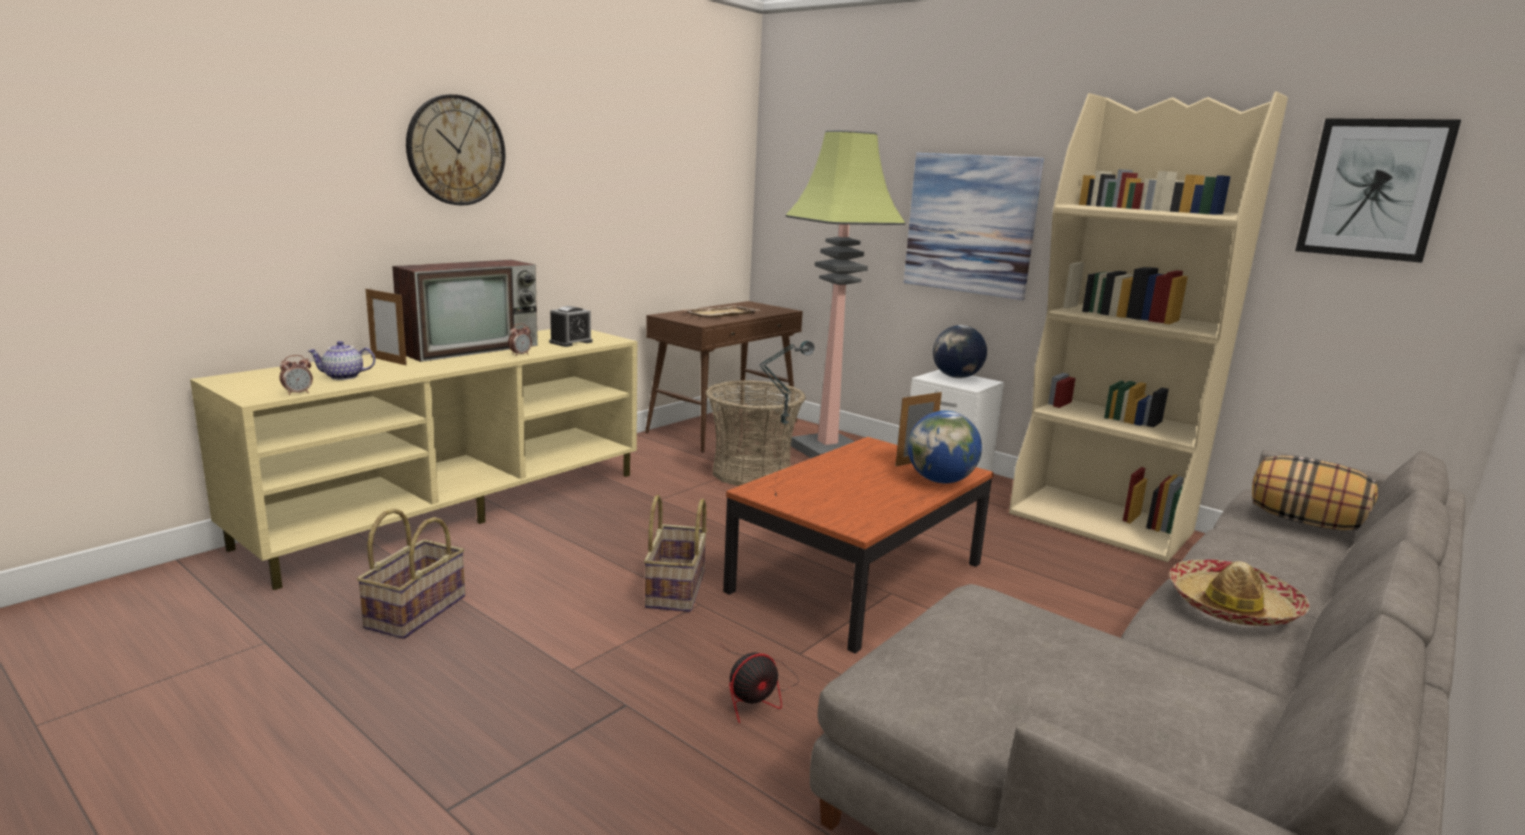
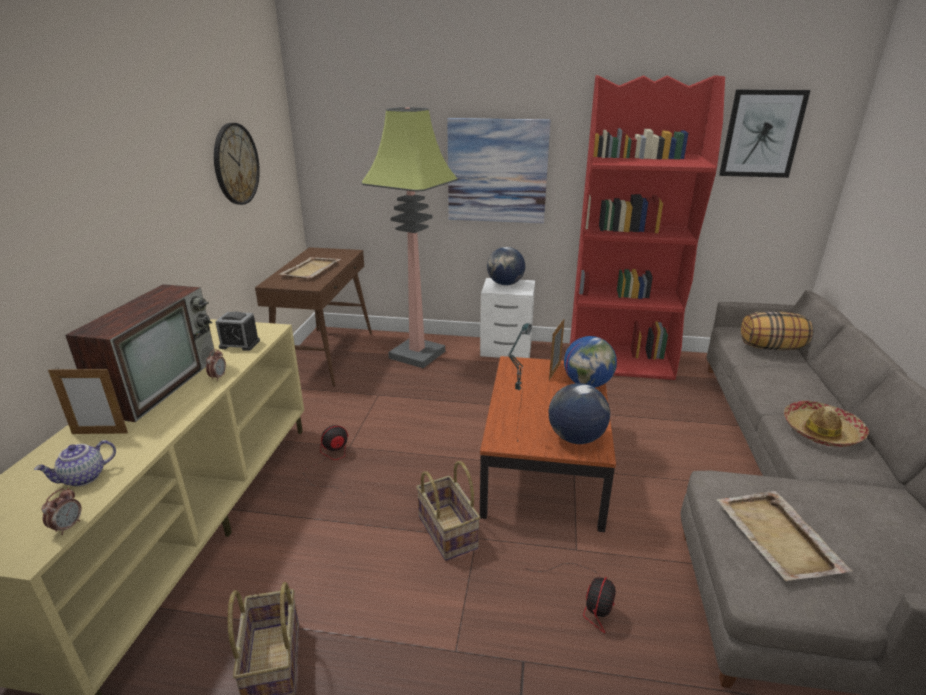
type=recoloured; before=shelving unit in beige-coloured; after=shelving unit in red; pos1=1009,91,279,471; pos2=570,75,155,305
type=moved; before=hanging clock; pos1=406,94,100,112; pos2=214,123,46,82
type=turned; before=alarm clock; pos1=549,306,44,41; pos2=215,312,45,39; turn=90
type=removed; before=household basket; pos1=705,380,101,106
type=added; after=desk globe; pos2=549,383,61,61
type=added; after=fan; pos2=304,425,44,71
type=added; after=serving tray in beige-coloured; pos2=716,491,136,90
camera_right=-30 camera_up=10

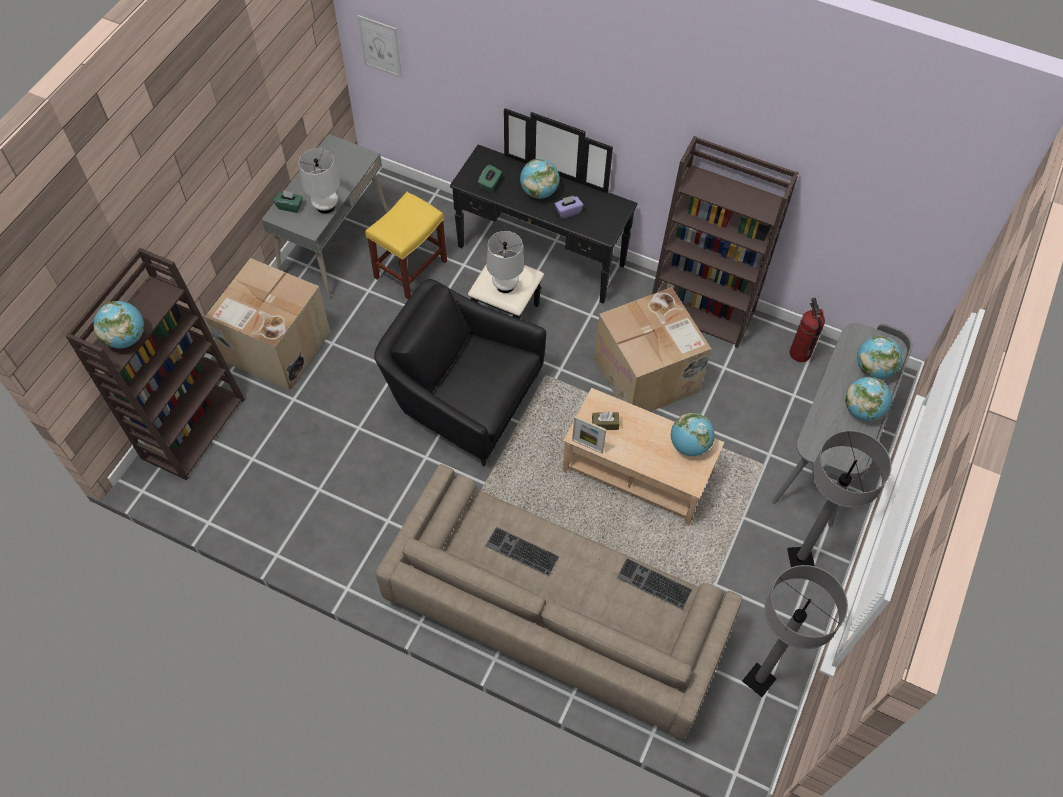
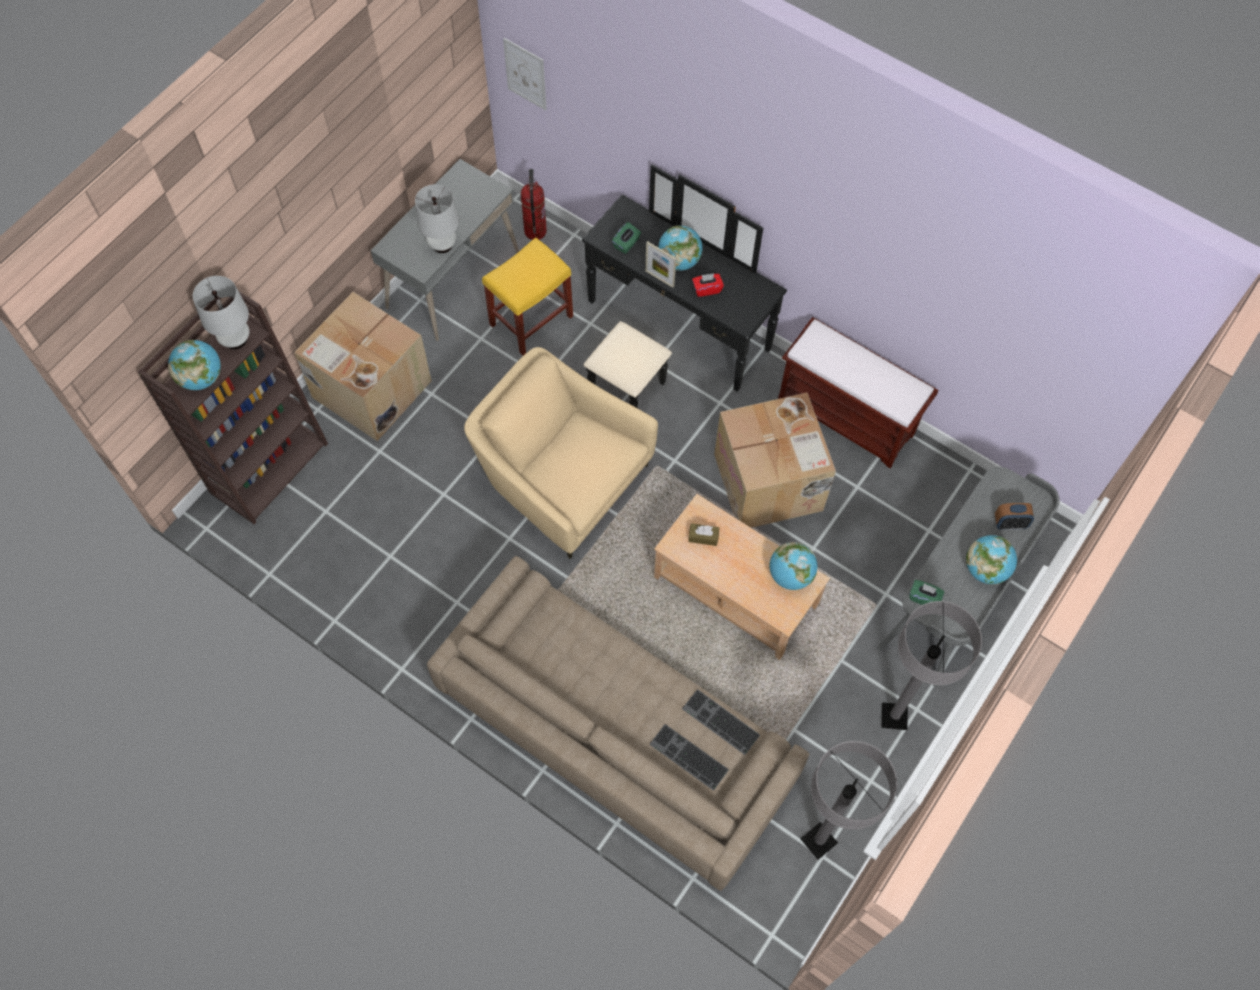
type=replaced; before=shelving unit in brown-coloured; after=bench in brown-coloured; pos1=652,136,147,212; pos2=778,317,160,151
type=moved; before=box of tissues in green-coloured; pos1=274,190,29,23; pos2=909,580,36,25
type=recoloured; before=box of tissues in purple-coloured; after=box of tissues in red; pos1=555,196,28,23; pos2=692,273,32,24
type=moved; before=lamp for a table in white; pos1=486,231,38,62; pos2=193,276,57,74
type=recoloured; before=easy chair in black-coloured; after=easy chair in beige-coloured; pos1=374,279,172,188; pos2=464,347,194,212
type=moved; before=extinguisher; pos1=790,298,35,64; pos2=521,169,26,71
type=replaced; before=desk globe; after=alarm clock; pos1=857,336,45,43; pos2=995,503,39,27
type=moved; before=photo frame; pos1=572,416,34,37; pos2=645,241,31,47
type=moved; before=computer keyboard; pos1=485,527,74,49; pos2=649,724,80,67
camera_right=10 camera_up=5

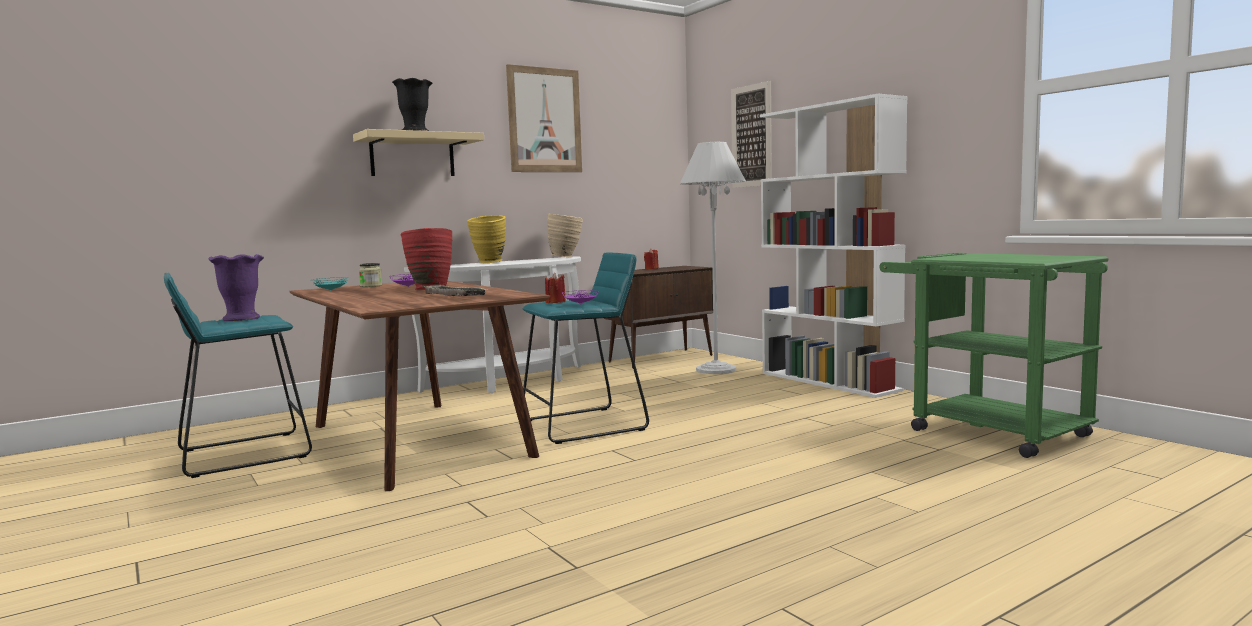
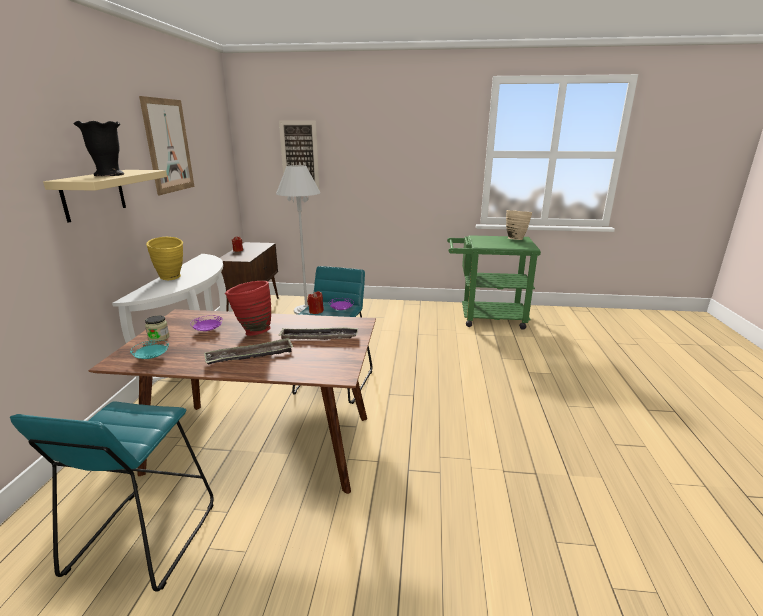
type=removed; before=shelving unit in white; pos1=760,94,147,304
type=moved; before=decorative vase in beige-coloured; pos1=547,214,36,44; pos2=506,210,26,30
type=removed; before=decorative vase in purple-coloured; pos1=209,254,55,67
type=added; after=serving tray; pos2=204,338,89,27
camera_right=-50 camera_up=15

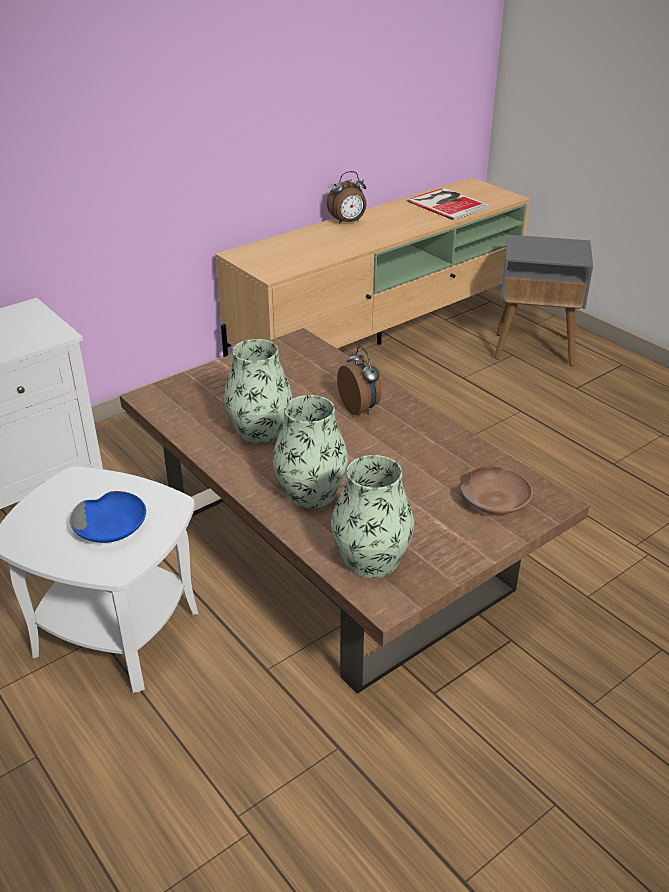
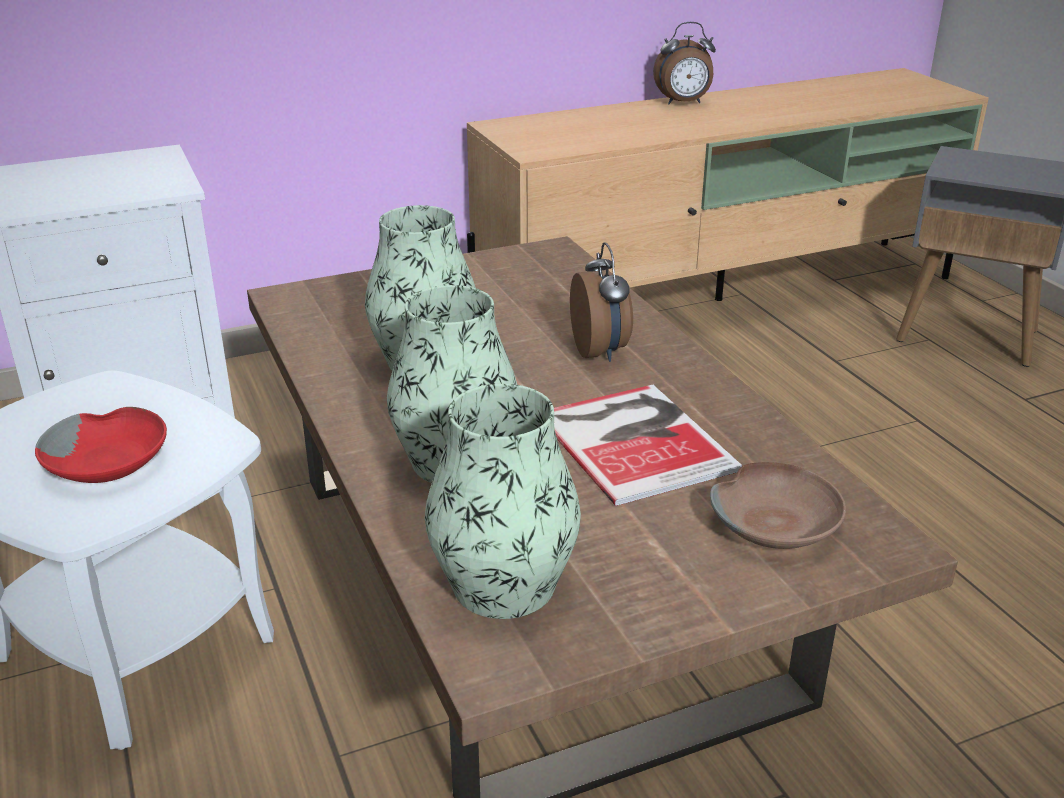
type=moved; before=bound book; pos1=407,188,83,32; pos2=554,385,188,121
type=recoloured; before=deep dish in bluish; after=deep dish in red; pos1=70,491,76,52; pos2=35,407,132,76
camera_right=15 camera_up=-5

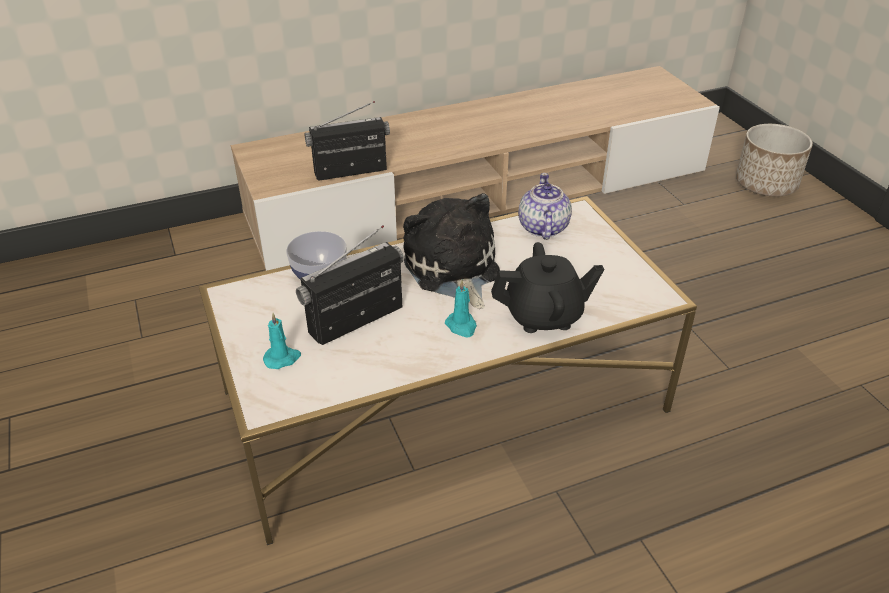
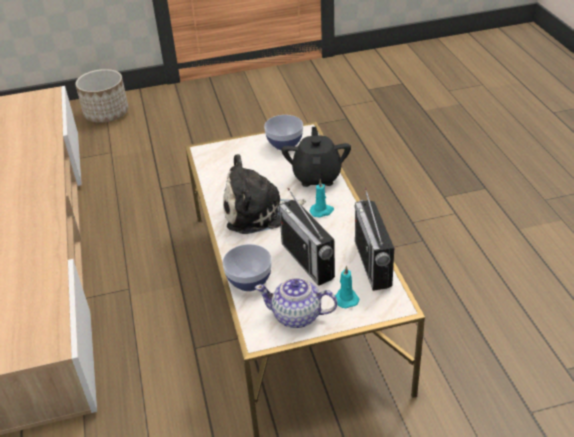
type=moved; before=radio; pos1=304,101,86,80; pos2=355,187,39,104
type=moved; before=tea pot; pos1=518,173,54,67; pos2=255,277,82,51
type=added; after=deep dish; pos2=264,115,39,35
camera_right=-80 camera_up=0

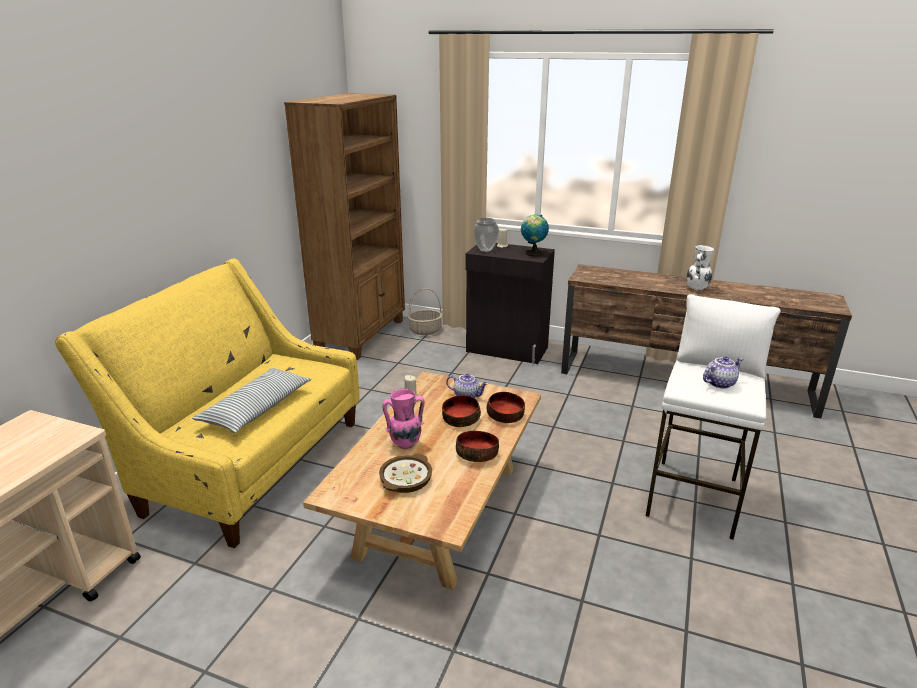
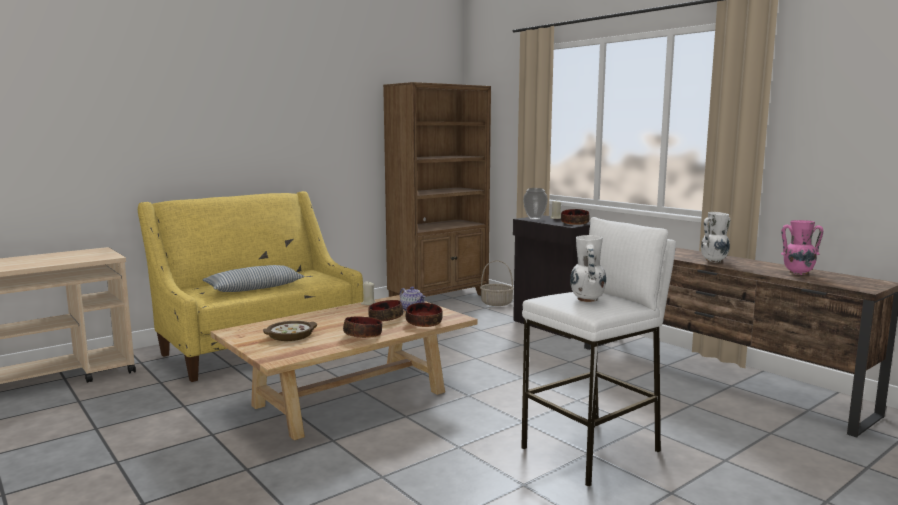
type=replaced; before=desk globe; after=deep dish; pos1=521,214,28,42; pos2=561,209,29,16
type=replaced; before=tea pot; after=decorative vase in white; pos1=703,356,40,33; pos2=570,235,36,67
type=moved; before=decorative vase in pink; pos1=382,389,43,60; pos2=781,220,42,55
camera_right=30 camera_up=-15

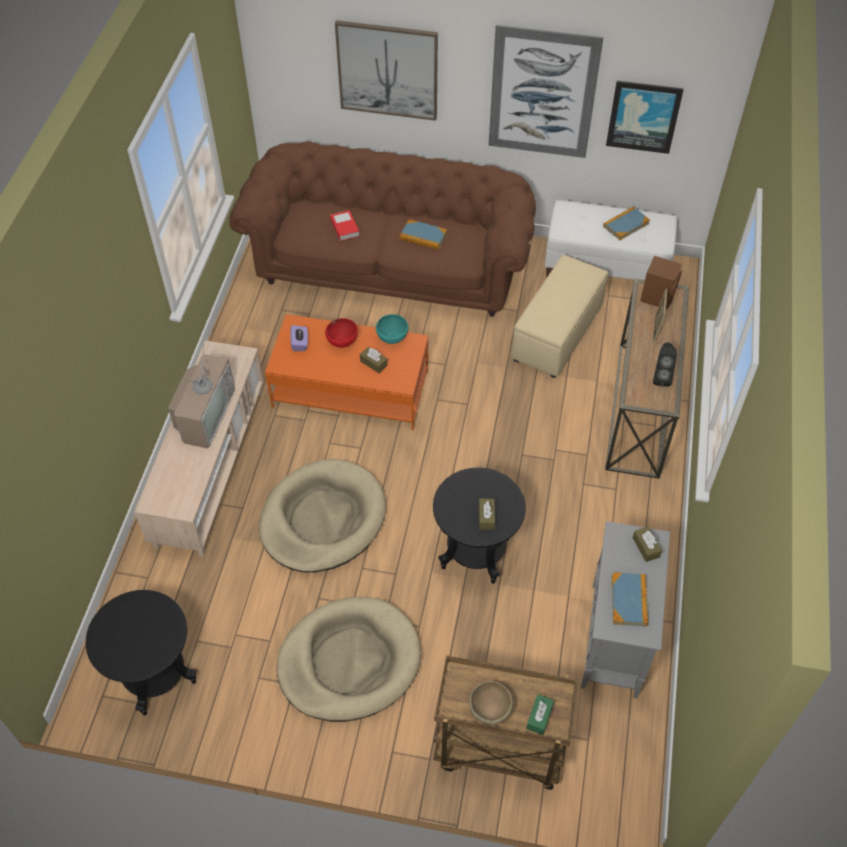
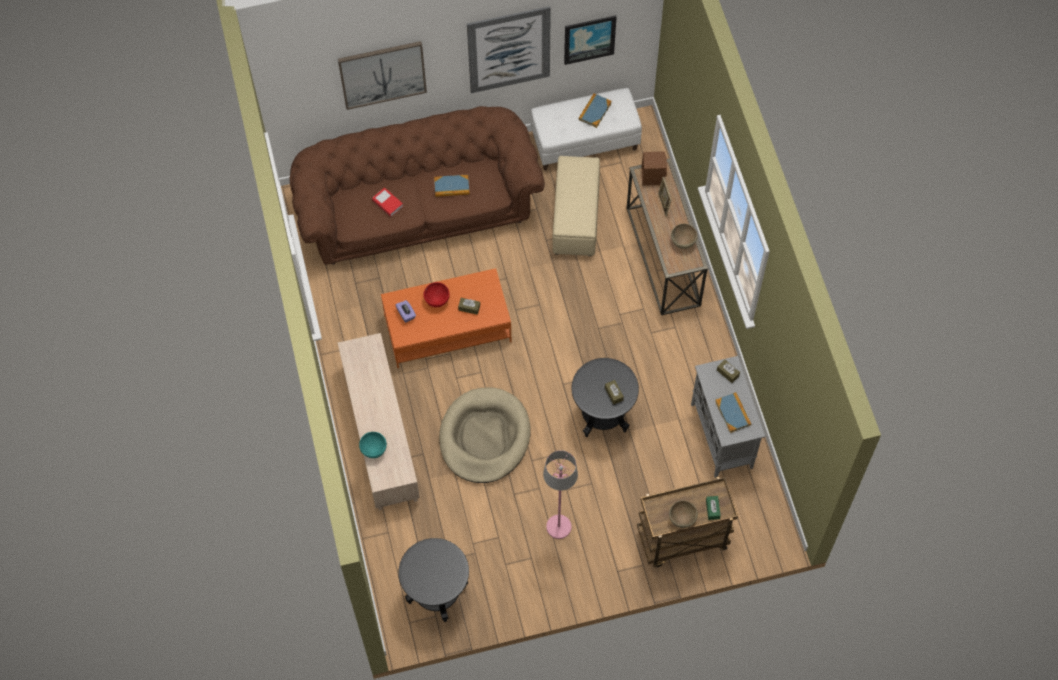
type=moved; before=deep dish in turquoise; pos1=376,314,33,30; pos2=359,432,28,26
type=replaced; before=loudspeaker in black-coloured; after=deep dish in brown-coloured; pos1=653,342,24,45; pos2=671,224,27,25
type=removed; before=television; pos1=168,345,67,104
type=replaced; before=dog cushion in beige-coloured; after=standard lamp in pink; pos1=277,597,144,125; pos2=543,450,35,89
camera_right=-25 camera_up=10

